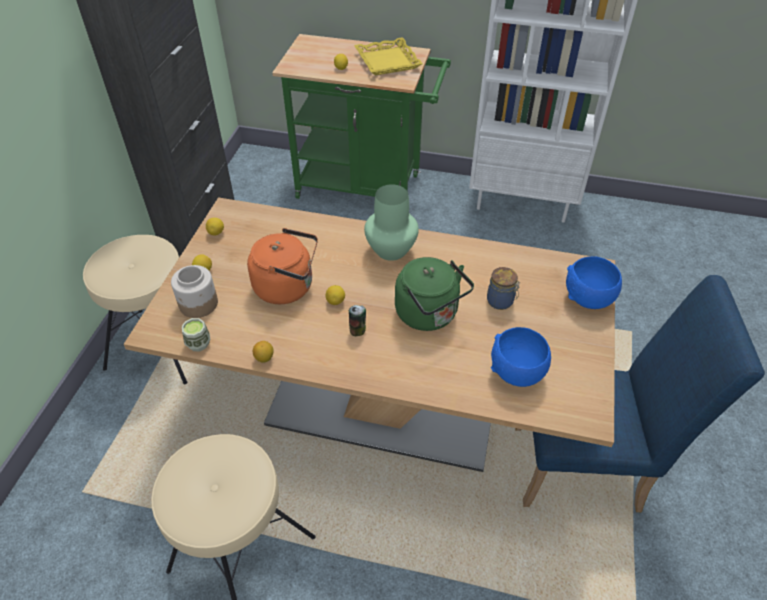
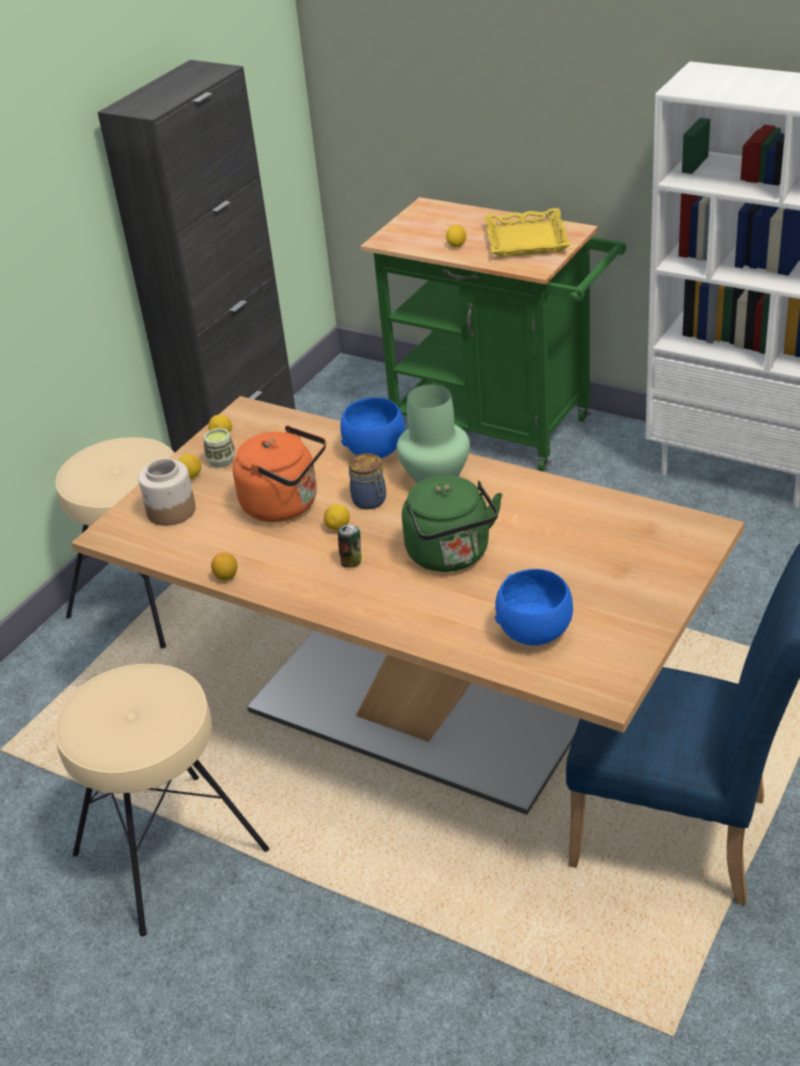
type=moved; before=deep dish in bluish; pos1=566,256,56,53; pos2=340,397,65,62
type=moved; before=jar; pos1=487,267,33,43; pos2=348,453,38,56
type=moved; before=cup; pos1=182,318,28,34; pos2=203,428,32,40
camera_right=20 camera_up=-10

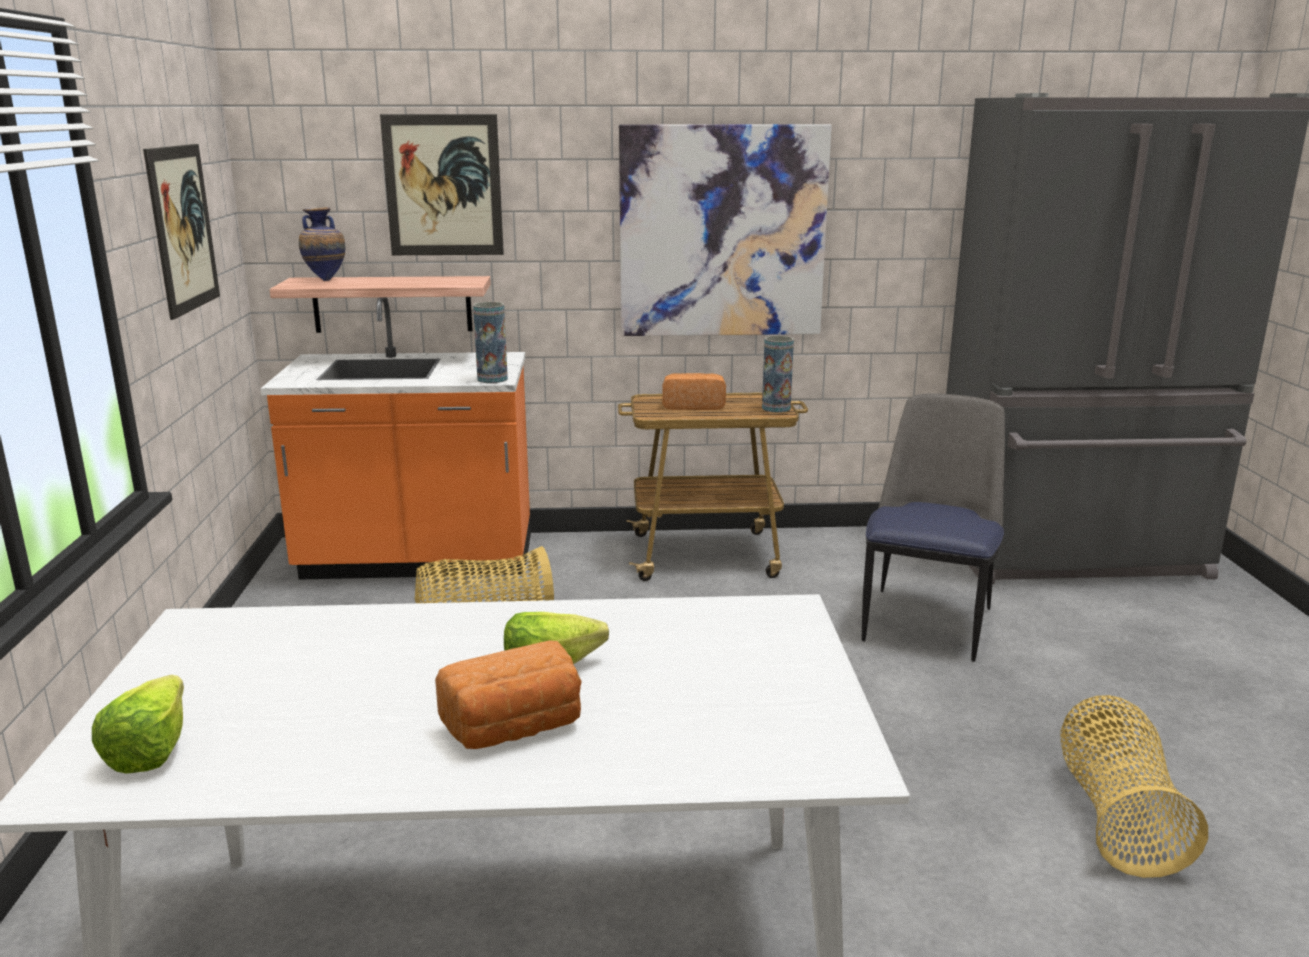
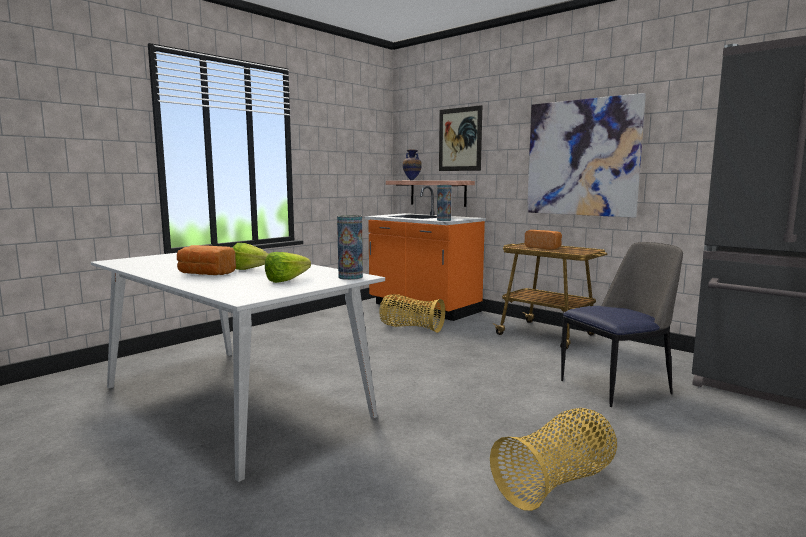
type=removed; before=wall picture; pos1=143,144,77,176
type=moved; before=decorative vase; pos1=762,336,32,77; pos2=337,215,26,65
type=moved; before=lettuce; pos1=92,675,92,99; pos2=265,252,46,31
camera_right=45 camera_up=-10

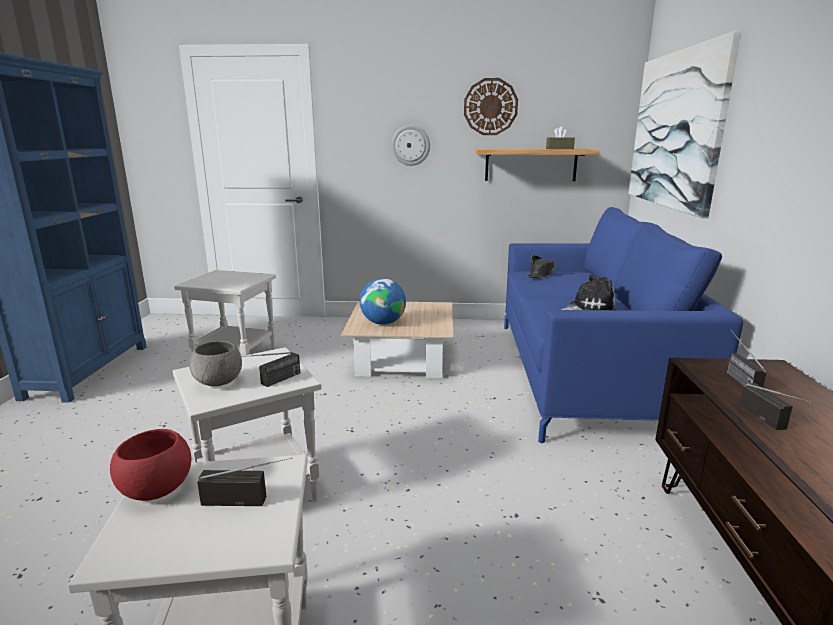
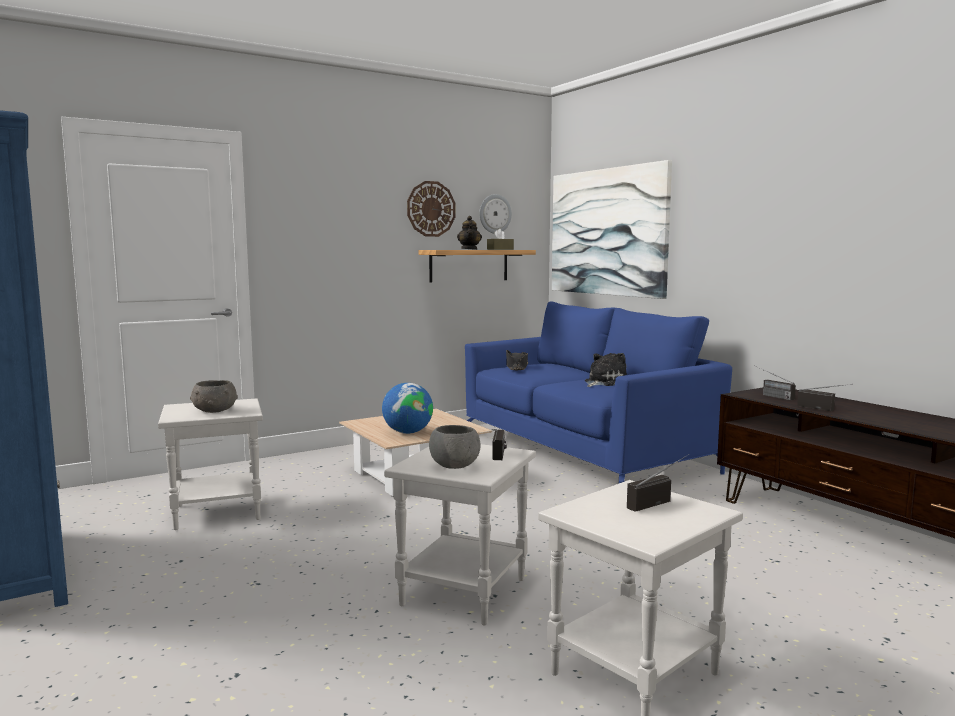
type=moved; before=hanging clock; pos1=391,125,39,41; pos2=479,194,33,39
type=removed; before=deep dish in red; pos1=110,429,81,72
type=added; after=tea pot; pos2=457,216,25,34
type=added; after=deep dish in greyish; pos2=190,380,48,33
camera_right=-35 camera_up=-10

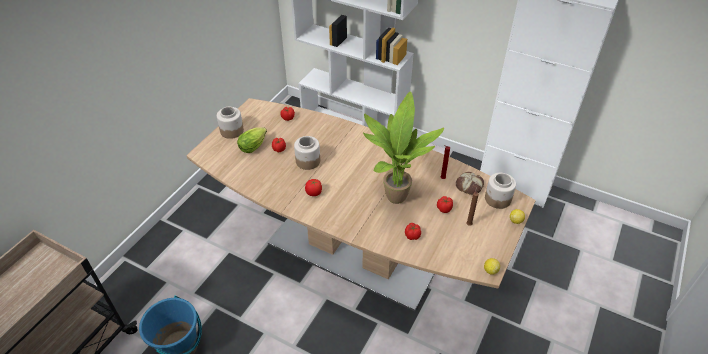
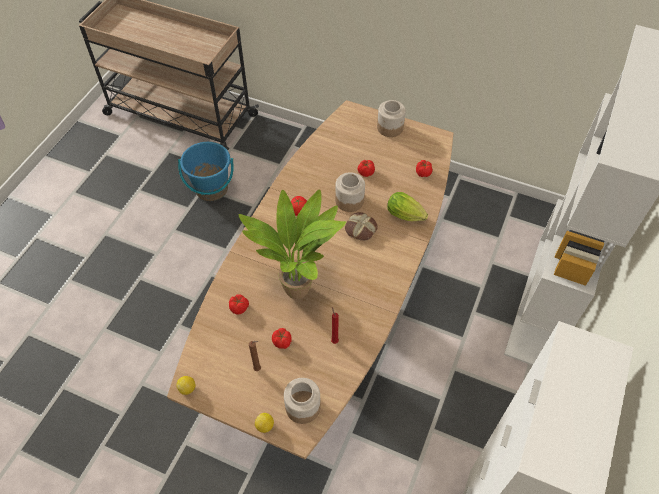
type=moved; before=lettuce; pos1=237,127,30,26; pos2=387,192,41,29
type=moved; before=bakery bread; pos1=456,172,28,23; pos2=345,212,33,29
camera_right=85 camera_up=10

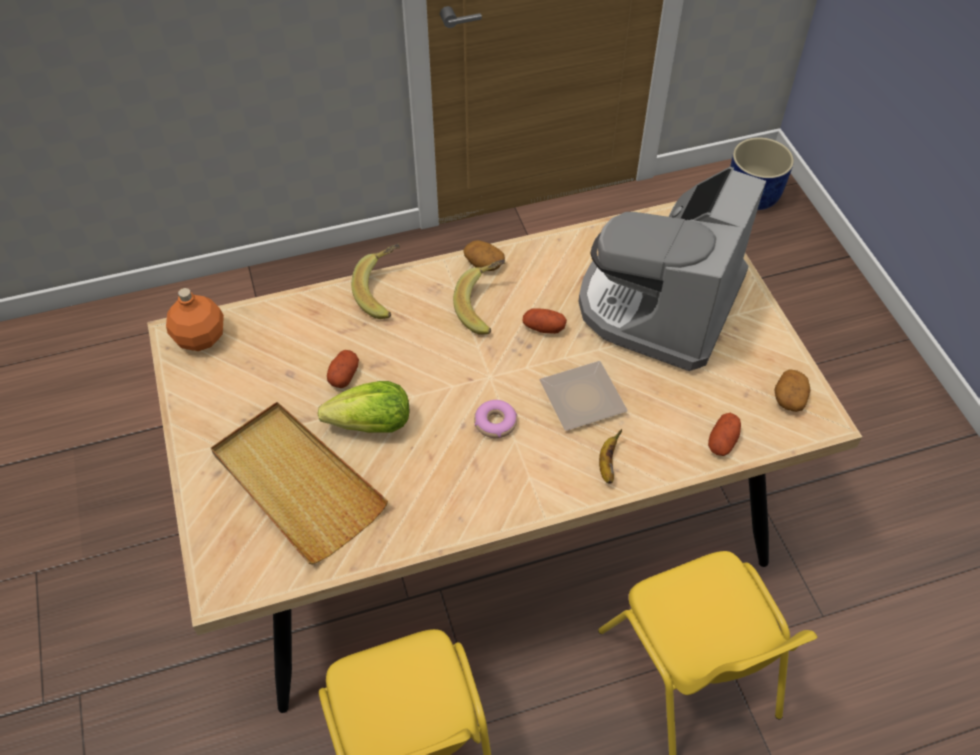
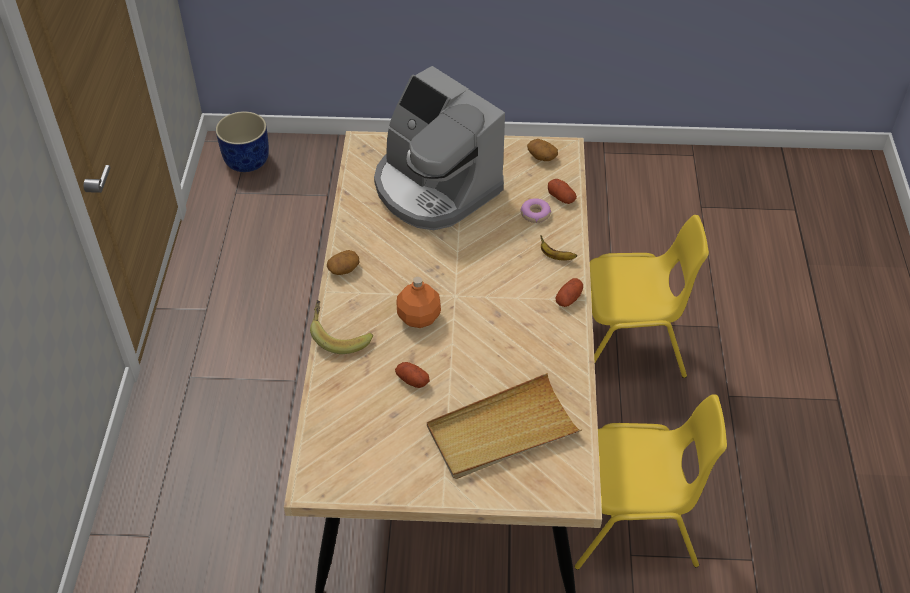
type=removed; before=whole banana; pos1=453,259,52,76
type=moved; before=drink bottle in orange; pos1=166,288,58,63; pos2=396,277,45,51
type=moved; before=spud; pos1=522,308,45,26; pos2=555,278,28,29
type=removed; before=plate; pos1=540,361,88,70
type=removed; before=lettuce; pos1=318,381,91,52
type=moved; before=doughnut; pos1=474,400,43,38; pos2=520,198,31,25
camera_right=-70 camera_up=-5

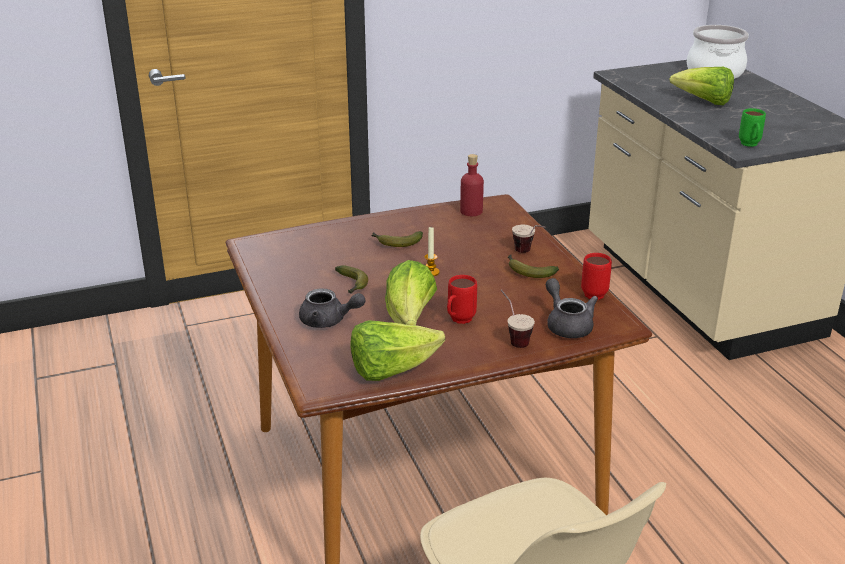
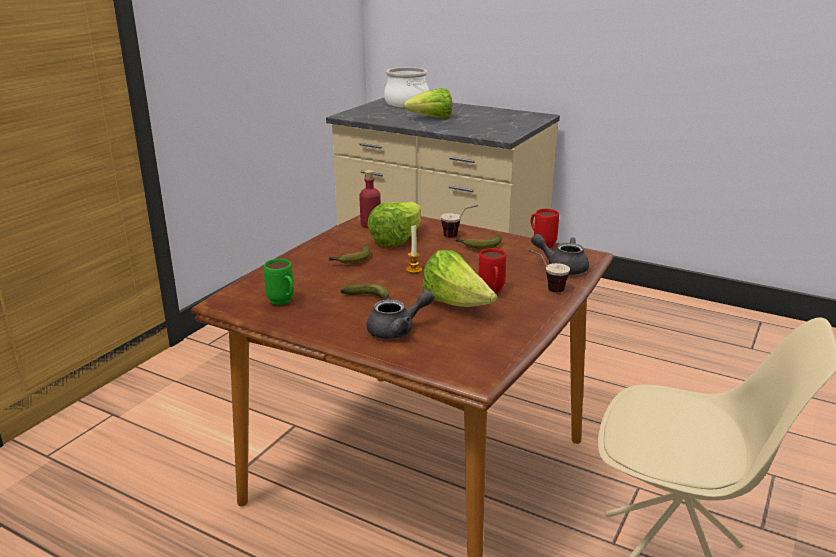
type=moved; before=coffee mug in green-coloured; pos1=739,108,27,39; pos2=264,259,30,46
type=moved; before=lettuce; pos1=350,320,95,61; pos2=367,202,54,45
camera_right=-40 camera_up=-5

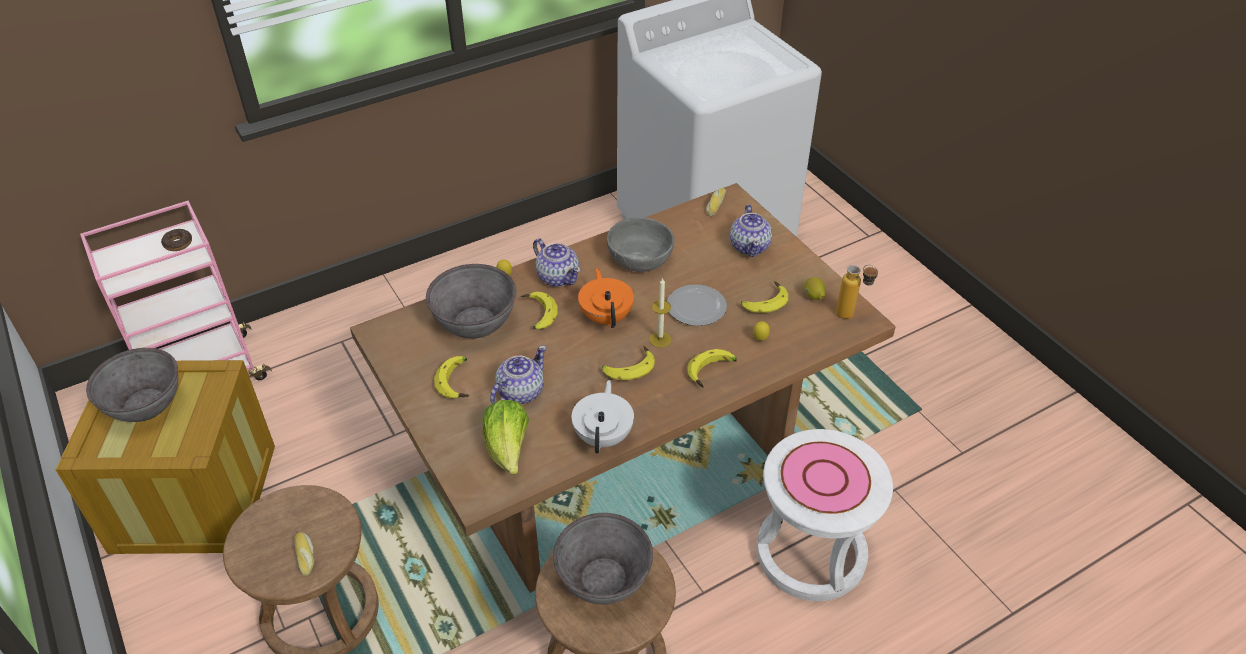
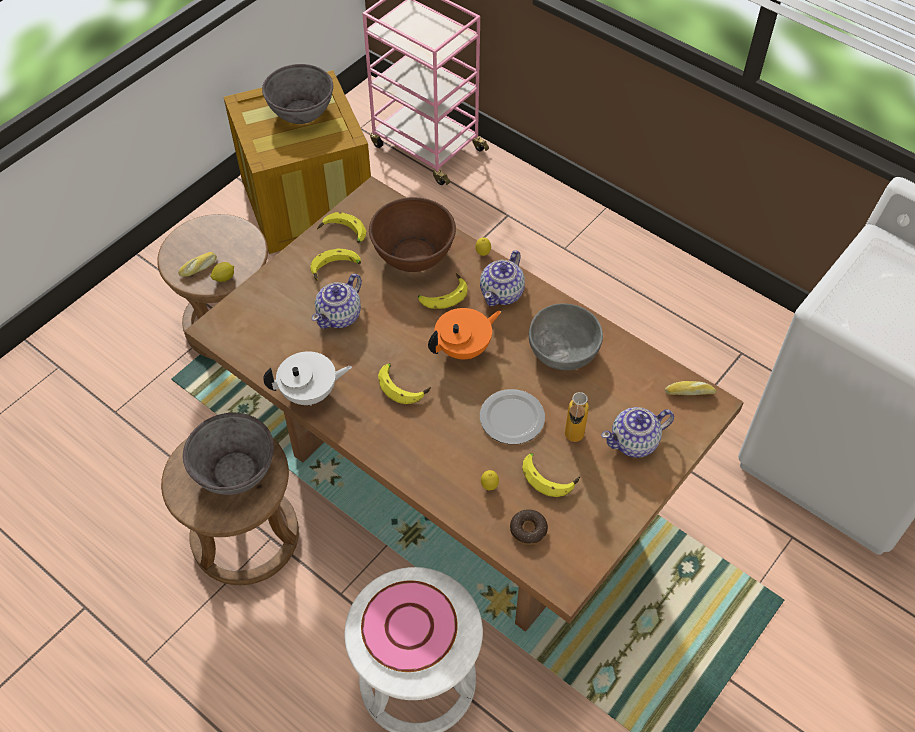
type=moved; before=doughnut; pos1=161,229,31,22; pos2=510,509,38,36
type=recoloured; before=deep dish in greyish; after=deep dish in brown-coloured; pos1=426,264,90,74; pos2=369,197,87,75
type=moved; before=drink bottle; pos1=836,264,42,55; pos2=565,392,24,50
type=moved; before=citrus fruit; pos1=804,277,22,23; pos2=210,262,24,20
type=removed; before=wax light; pos1=649,278,22,70
type=turned; before=tea pot; pos1=490,346,56,58; pos2=312,274,50,55; turn=105
type=moved; before=whole banana; pos1=687,349,50,39; pos2=317,212,49,31
type=removed; before=lettuce; pos1=482,400,47,75
camera_right=70 camera_up=10

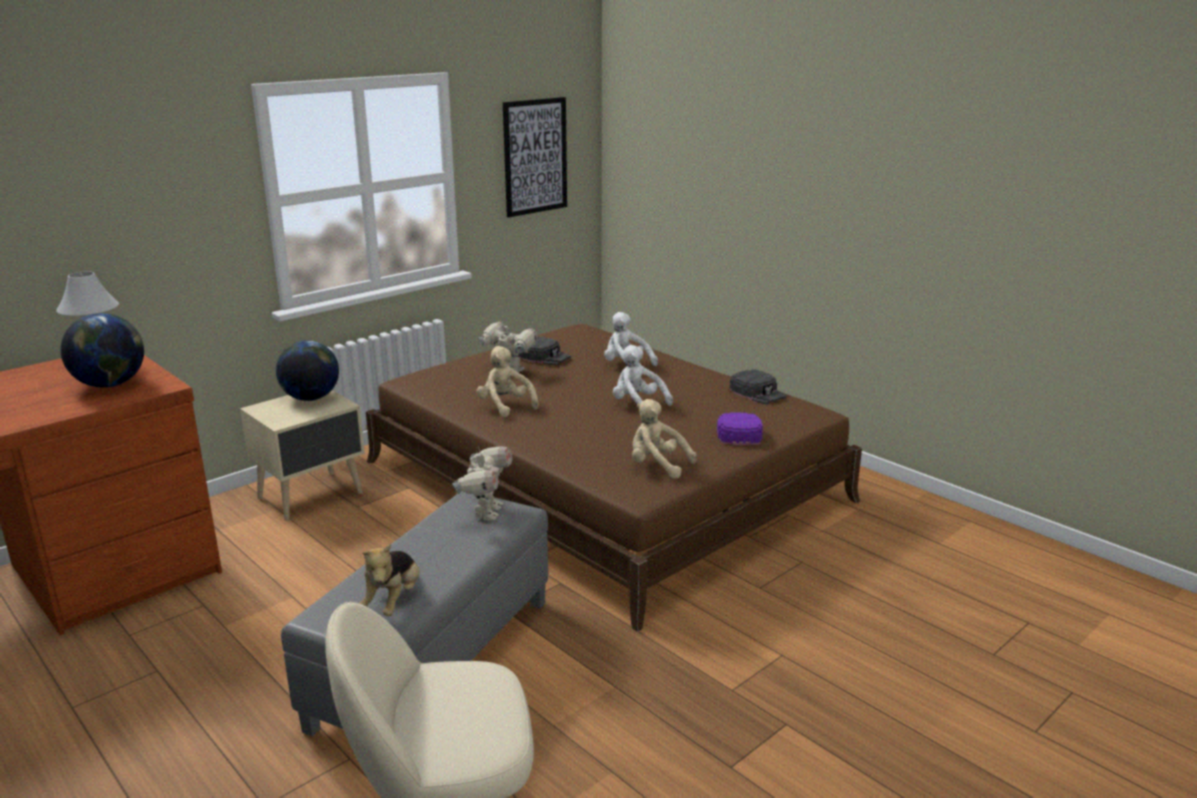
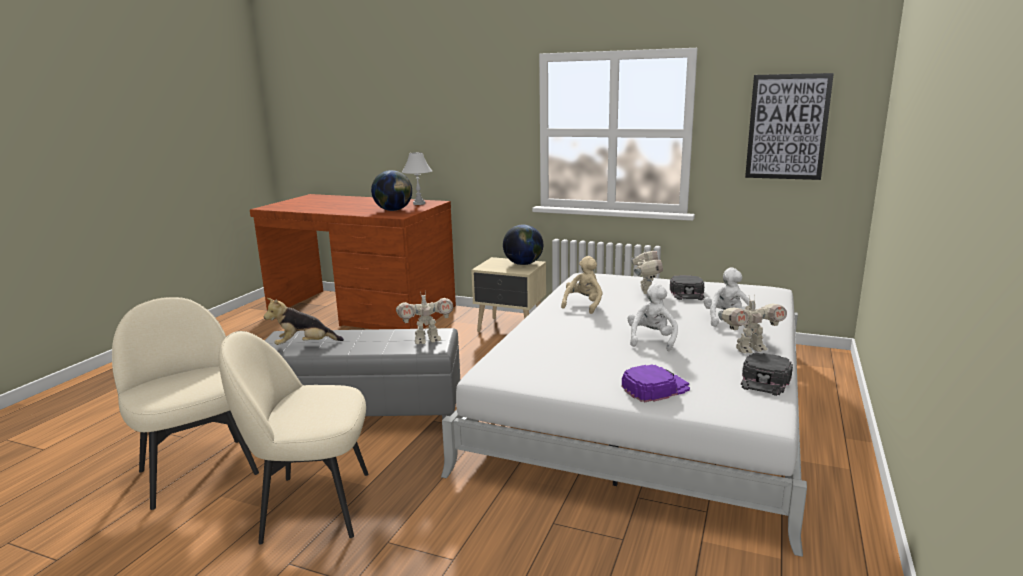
type=recoloured; before=bedroom bed in brown-coloured; after=bedroom bed in white; pos1=366,324,496,308; pos2=441,273,366,284
type=removed; before=cuddly toy in beige-coloured; pos1=632,399,65,80
type=added; after=toy robot; pos2=718,295,69,58
type=added; after=upright chair in beige-coloured; pos2=218,331,150,213
camera_right=65 camera_up=-5

